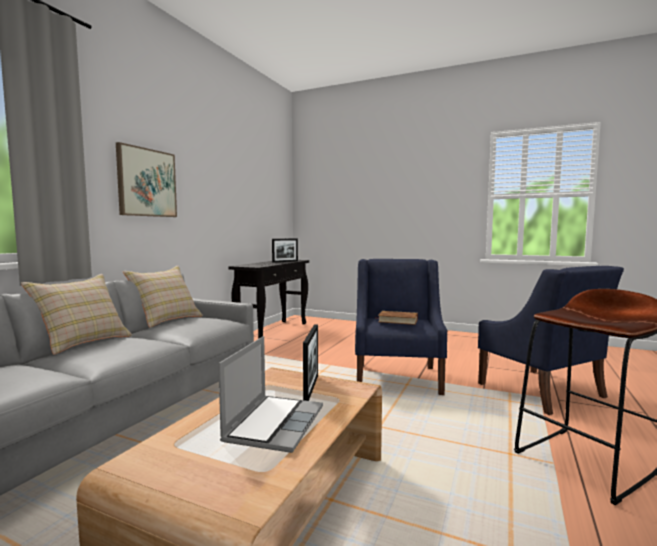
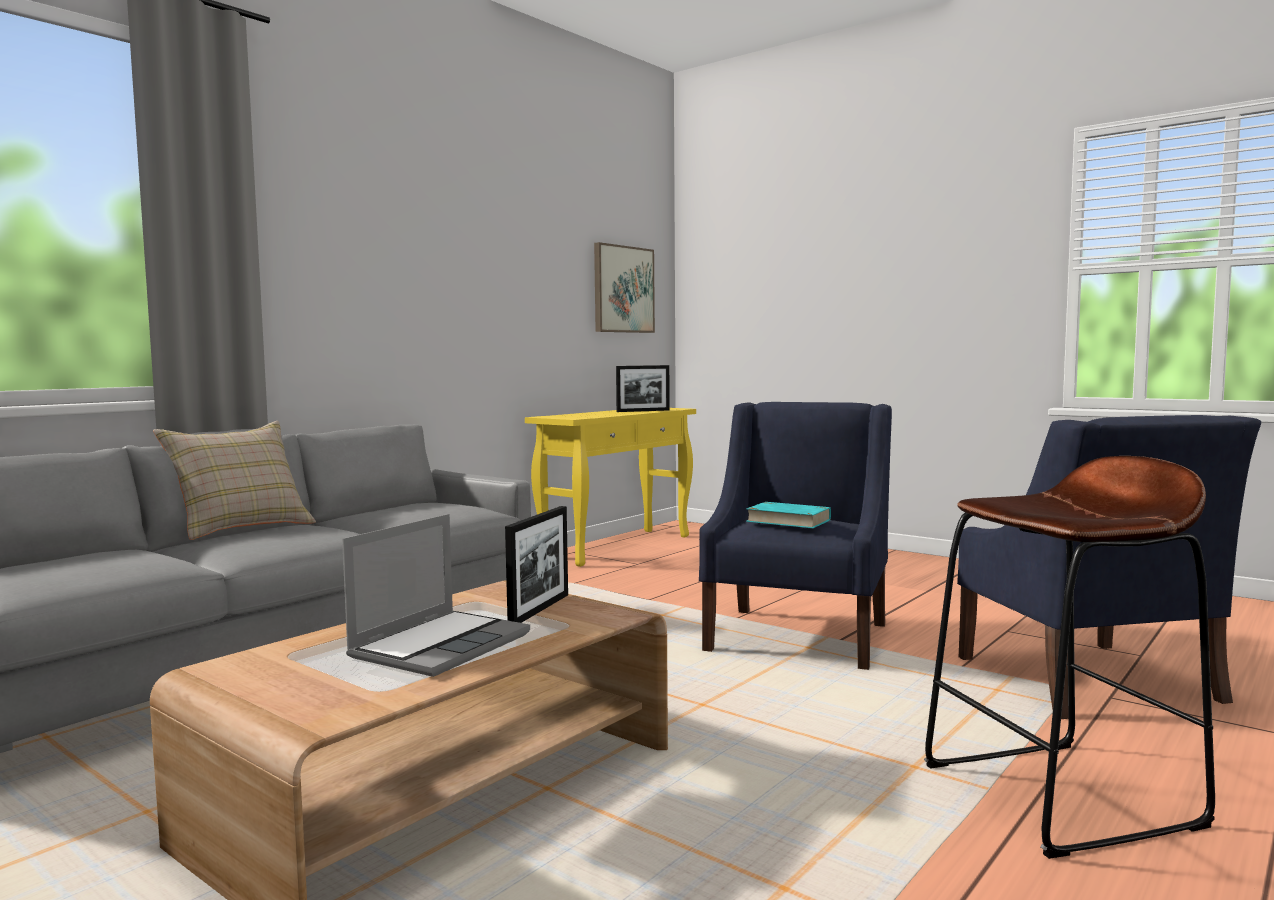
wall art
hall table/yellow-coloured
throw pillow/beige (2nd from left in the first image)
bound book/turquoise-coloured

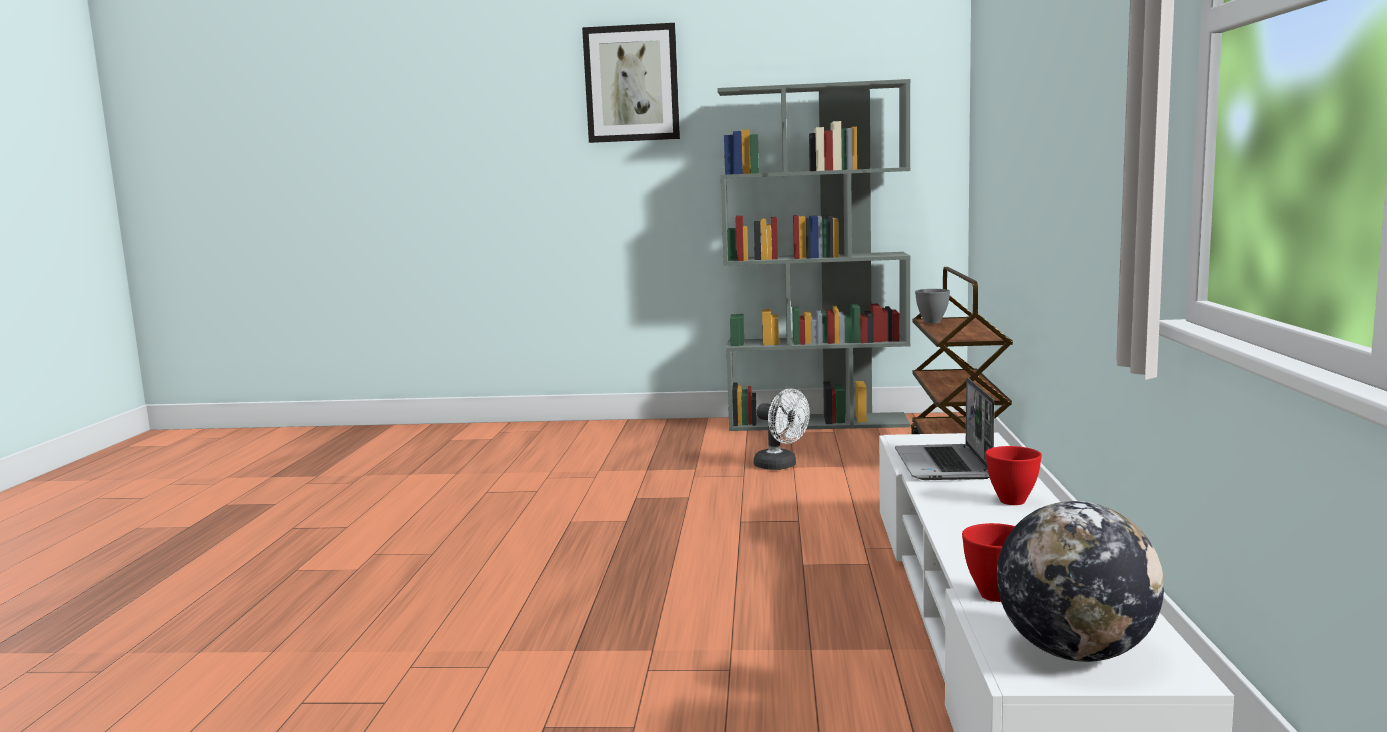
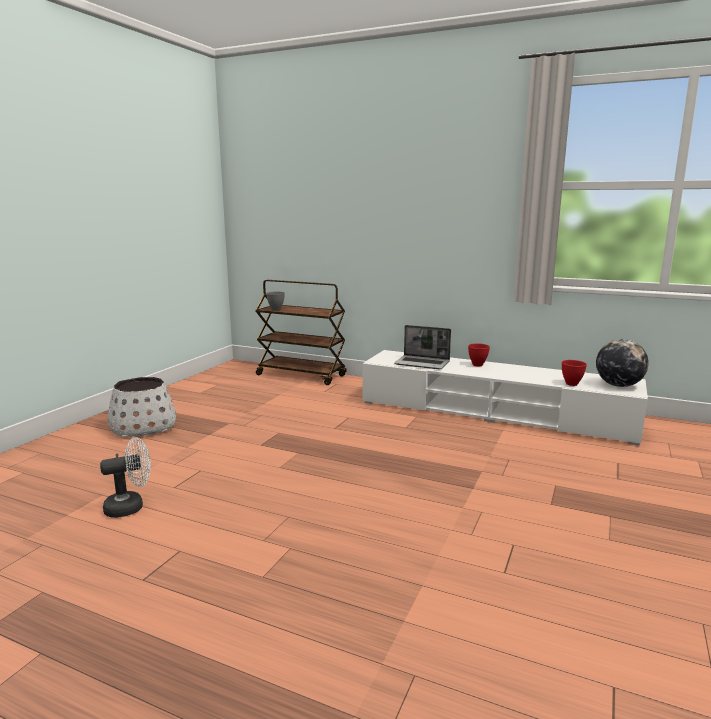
wall art
bookcase/greyish
fan/white
planter/white

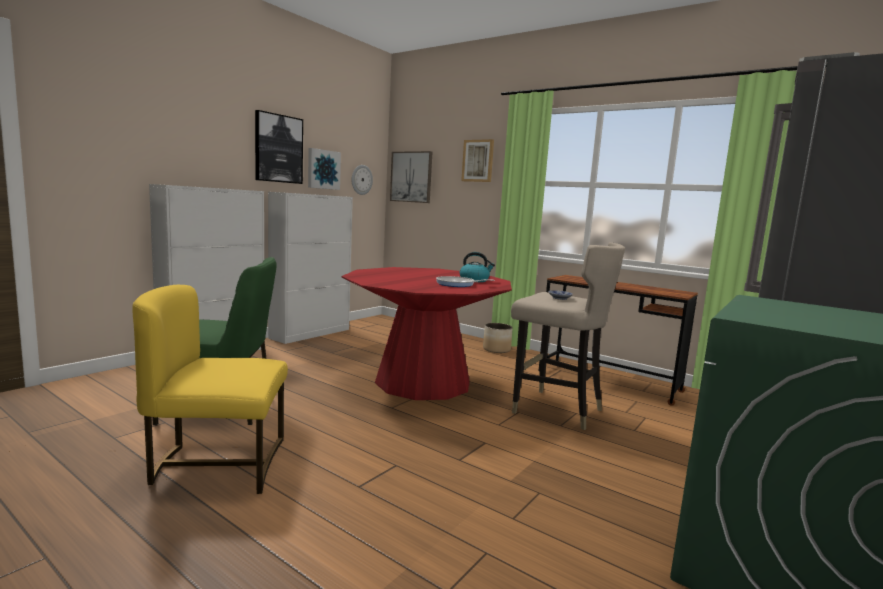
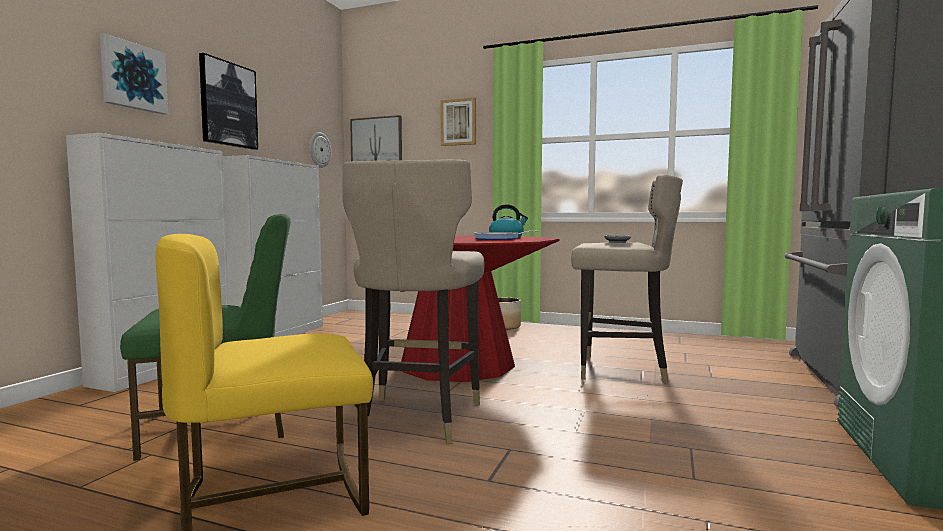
wall art (1st from left)
desk unit/brown
stool seat/beige (1st from left)

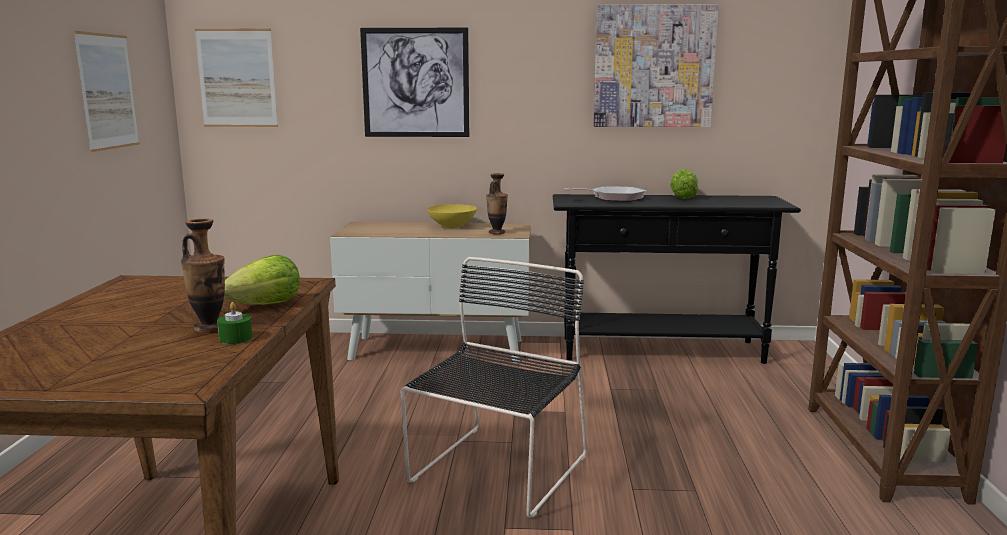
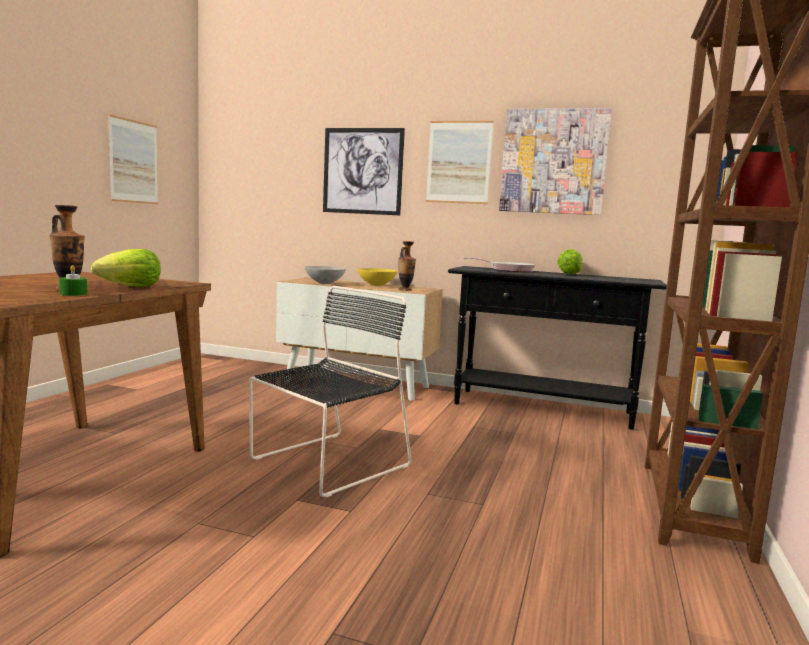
wall art (3rd from left)
bowl/greyish

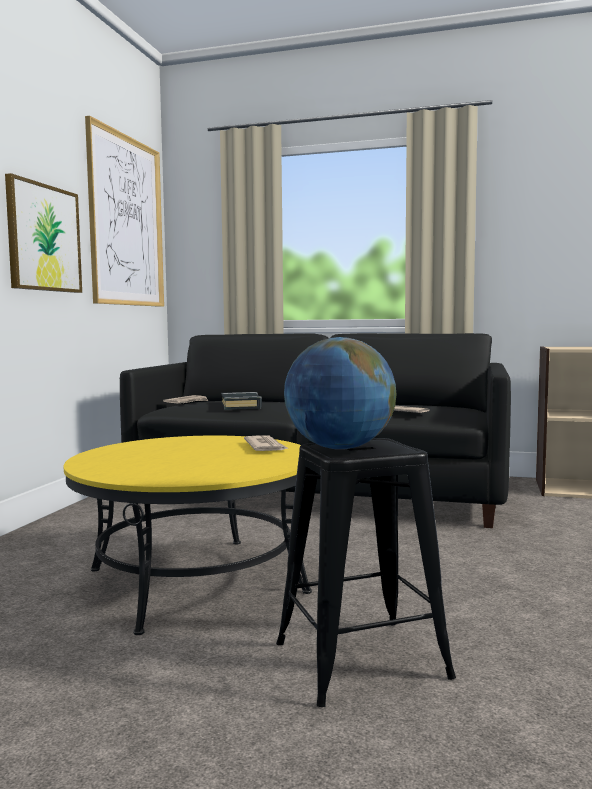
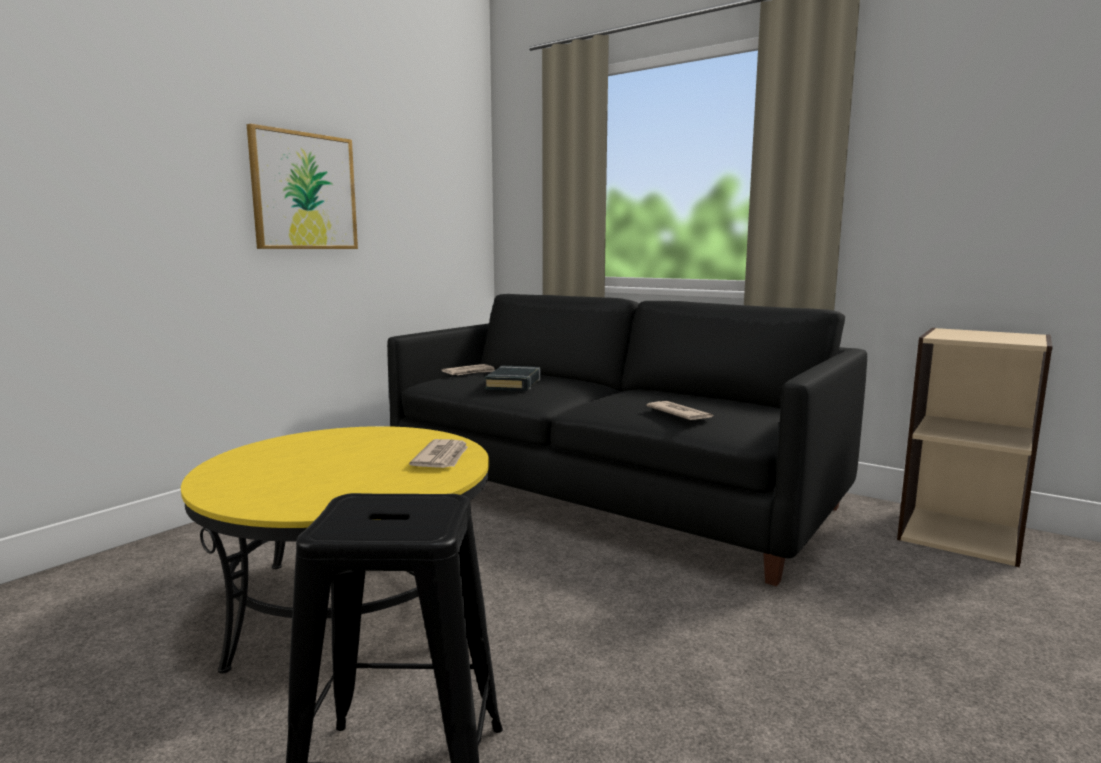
wall art (2nd from left in the first image)
world globe

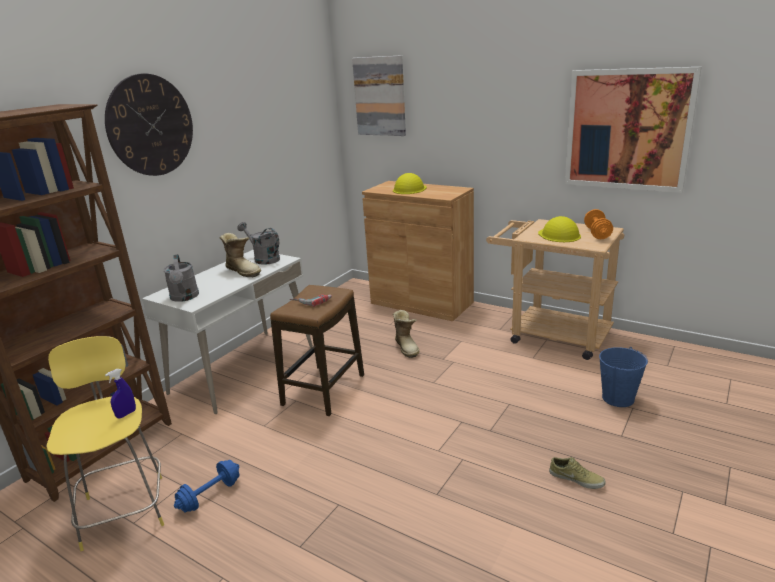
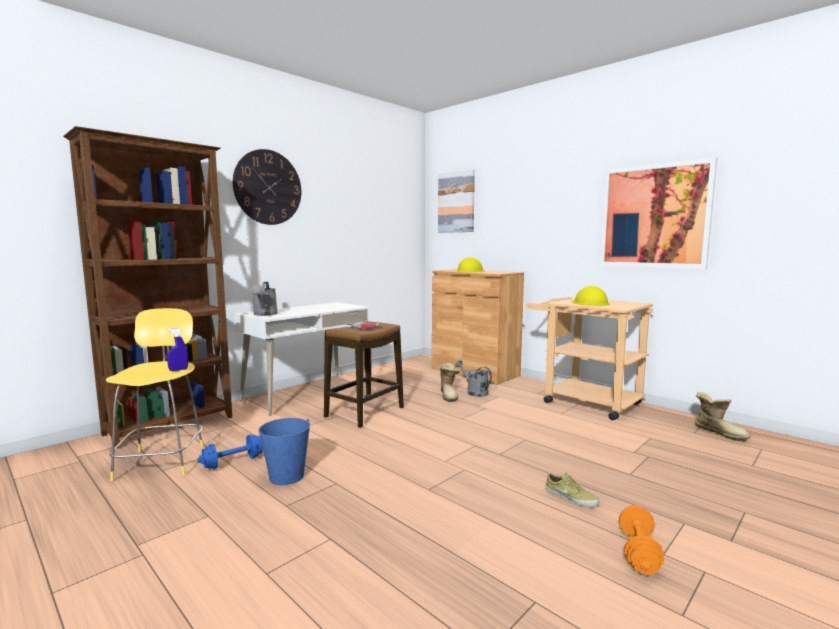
dumbbell/orange
watering can/greyish (2nd from left)
tall boot (2nd from left)
water bucket/blue-coloured

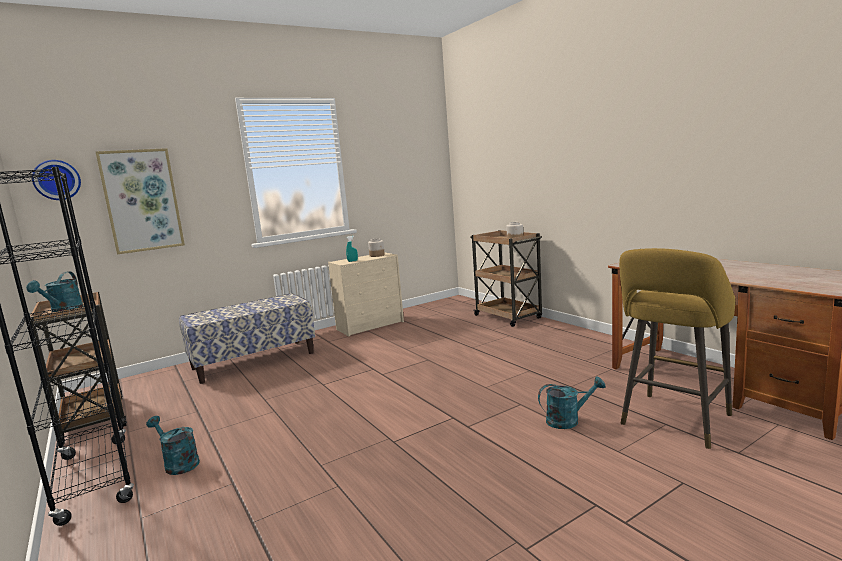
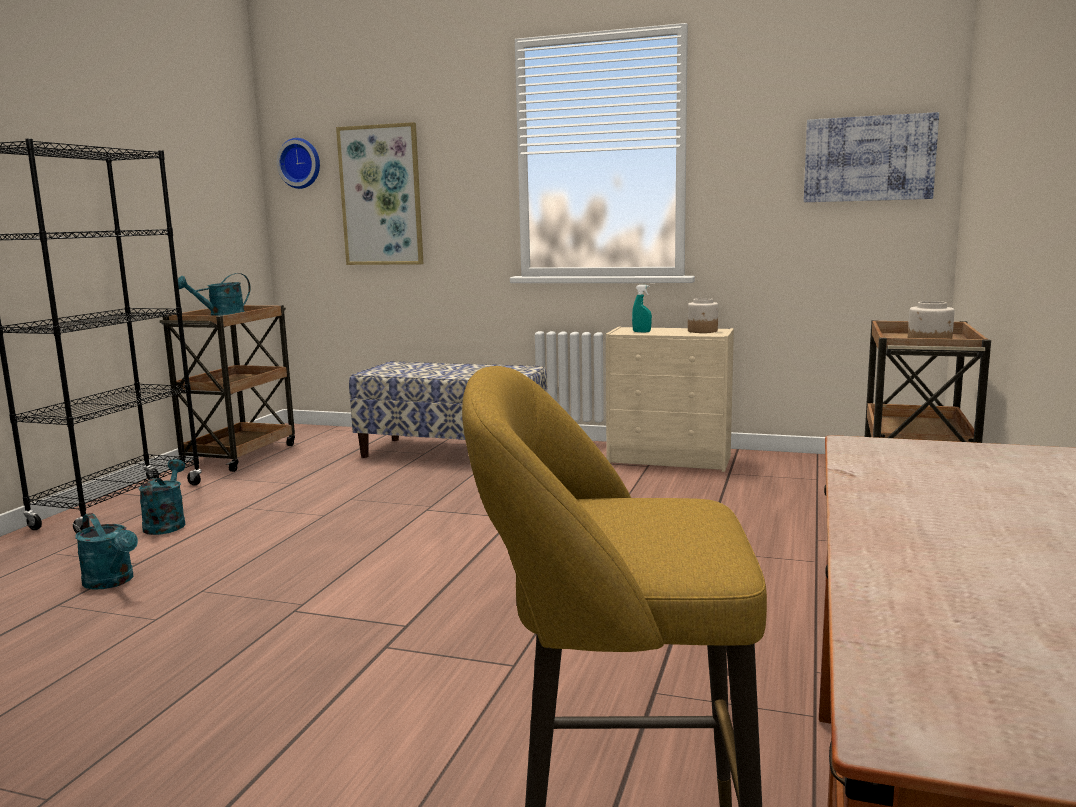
watering can/turquoise-coloured (1st from left)
wall art (2nd from left)

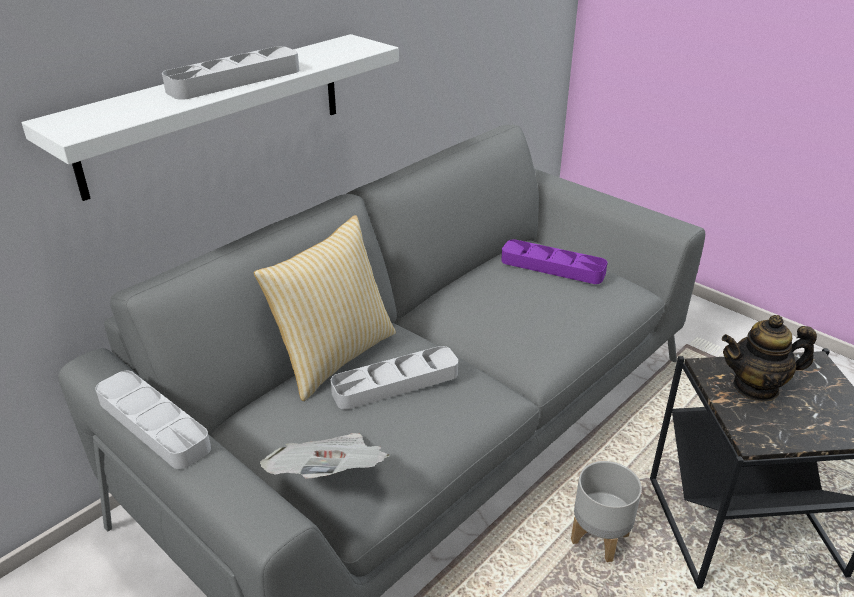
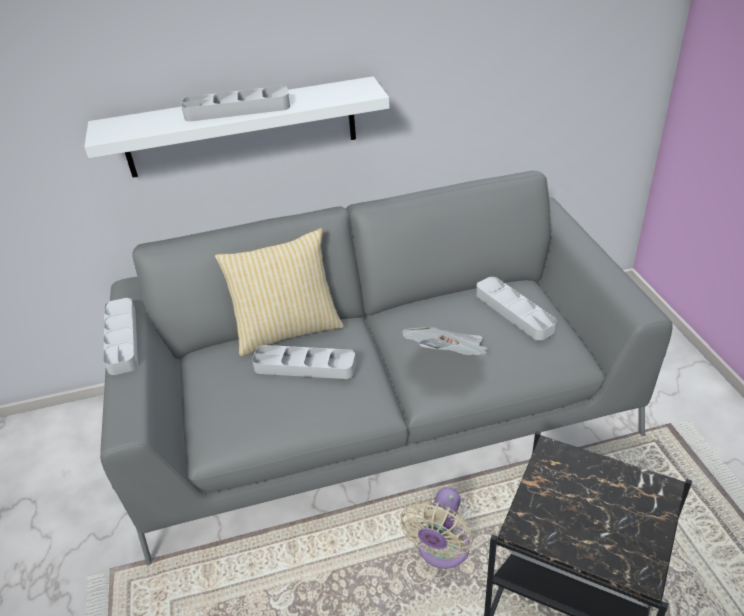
serving tray/greyish (4th from left)
pot for tea
newspaper
fan/beige

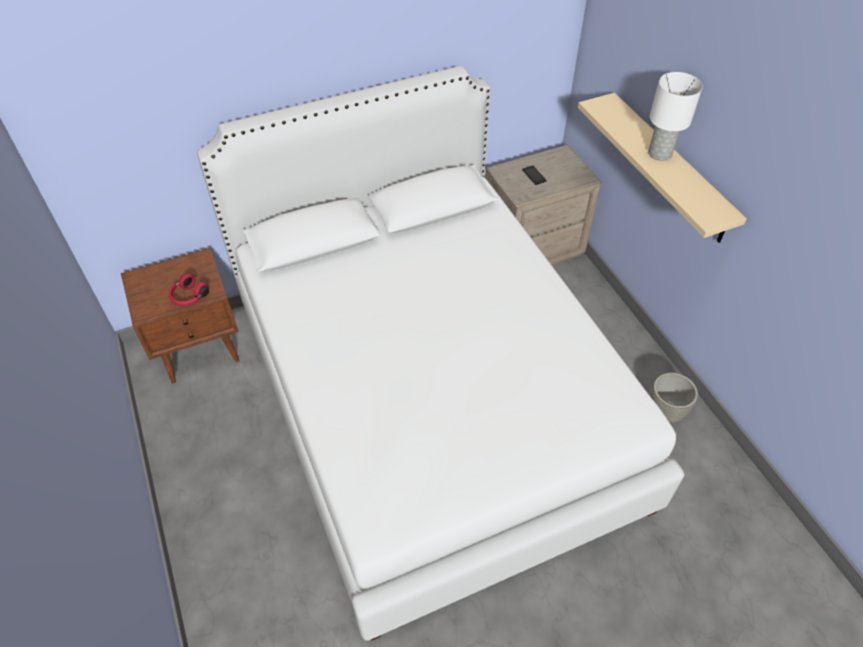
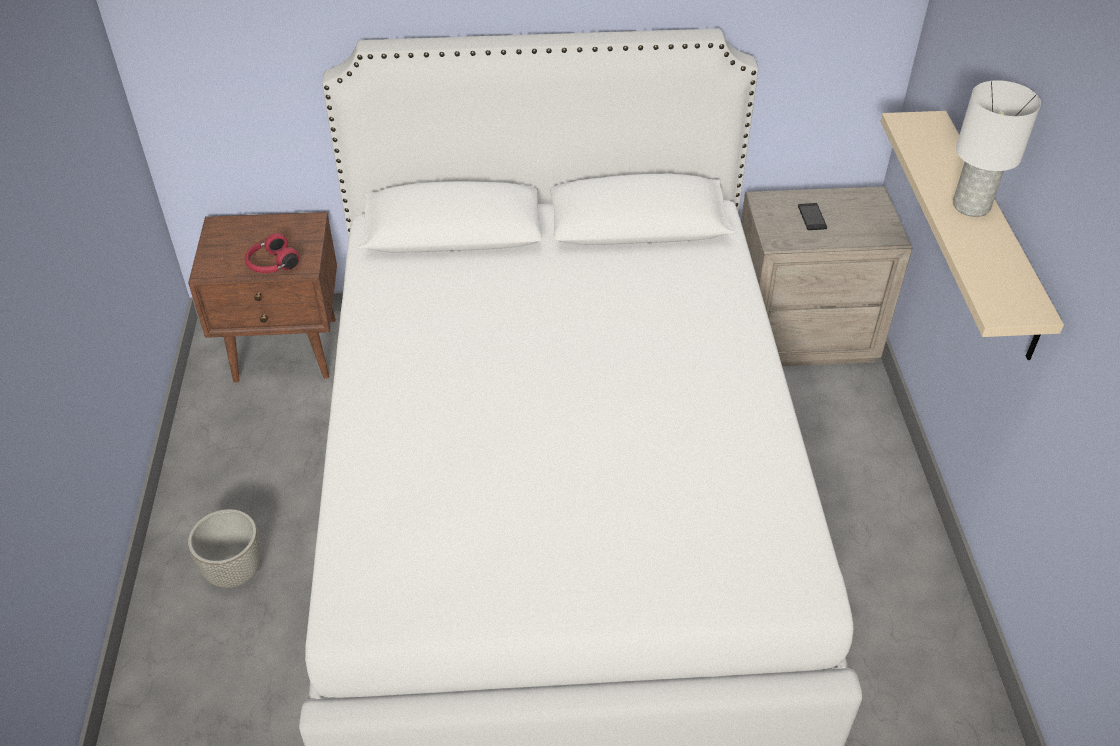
planter/greyish

